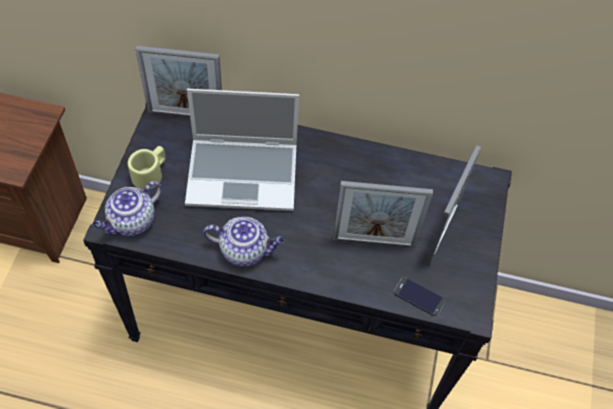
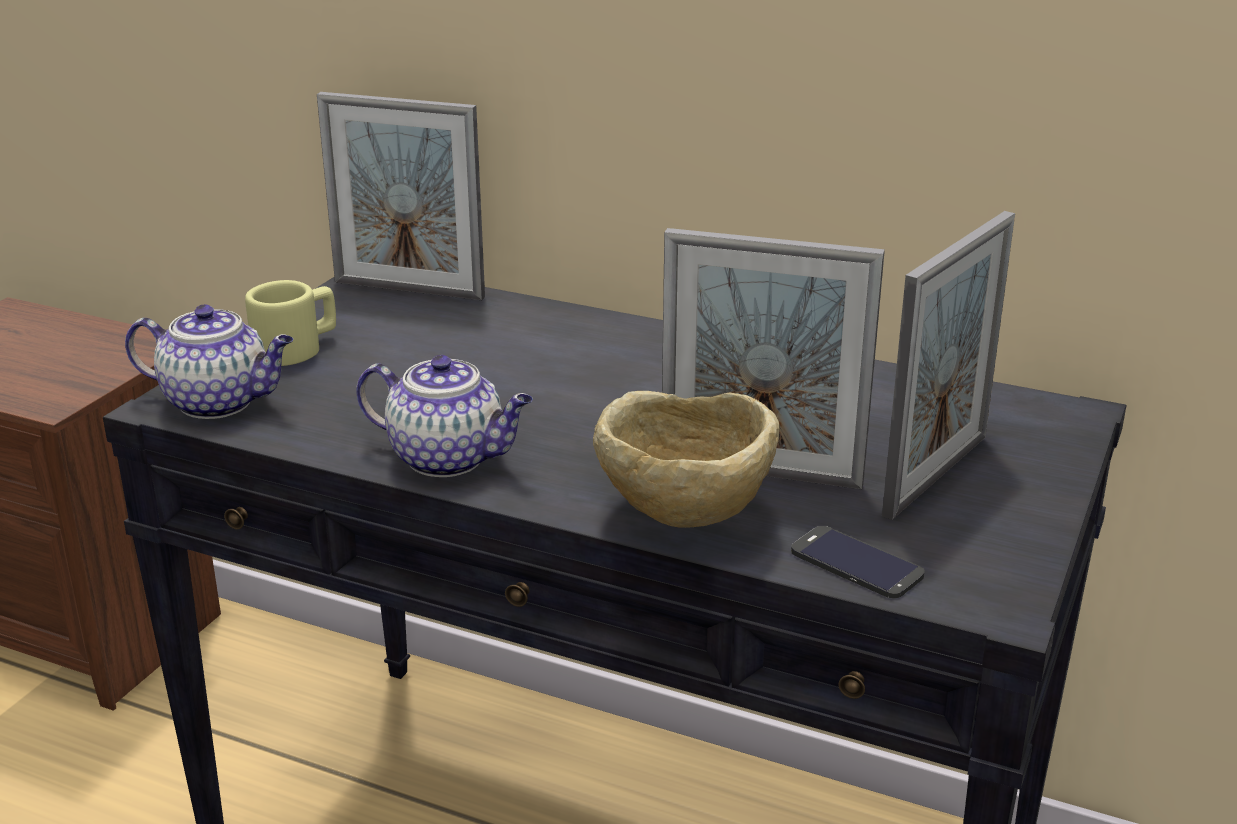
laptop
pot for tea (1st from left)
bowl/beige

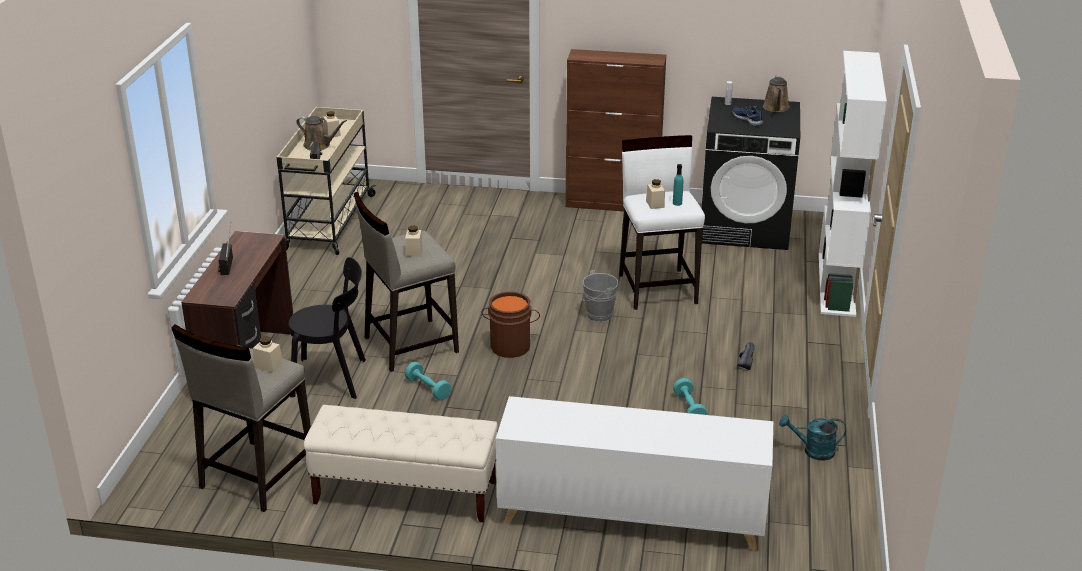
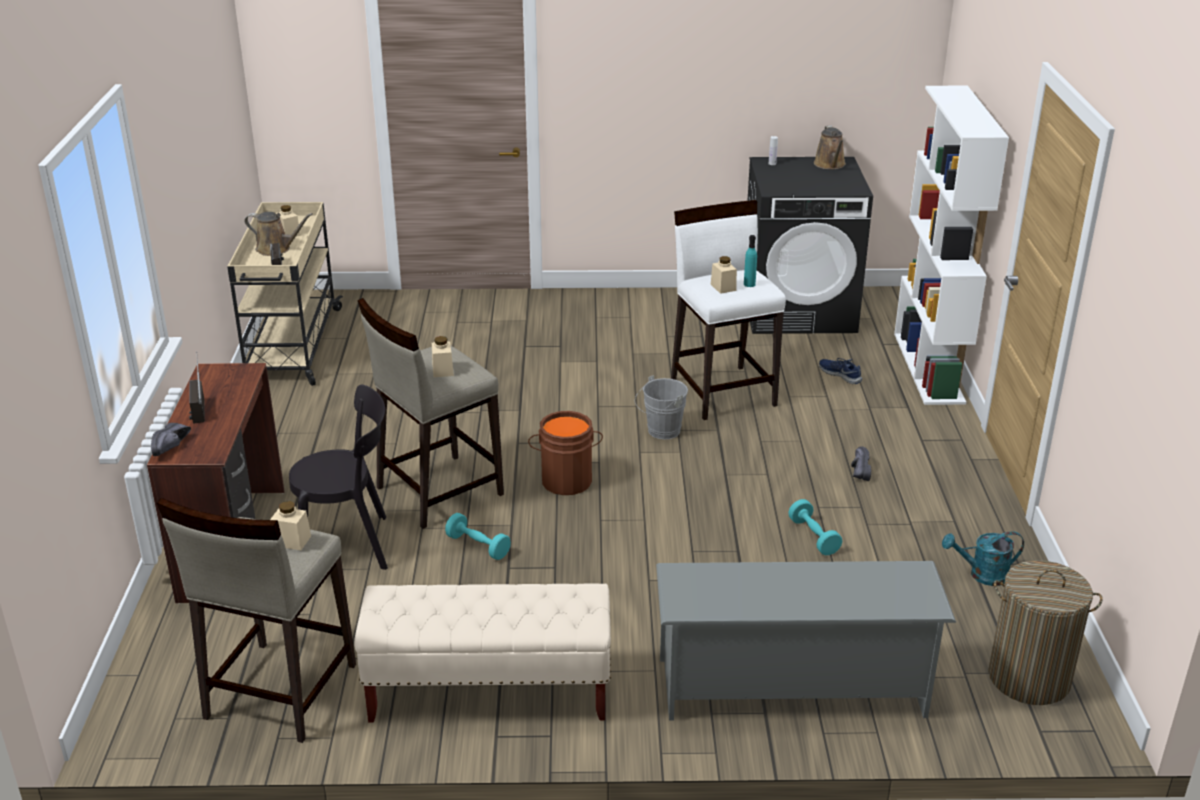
cabinet/brown
low shoe/blue-coloured
shoe shelf/greyish
low shoe/black-coloured (1st from left)
hamper

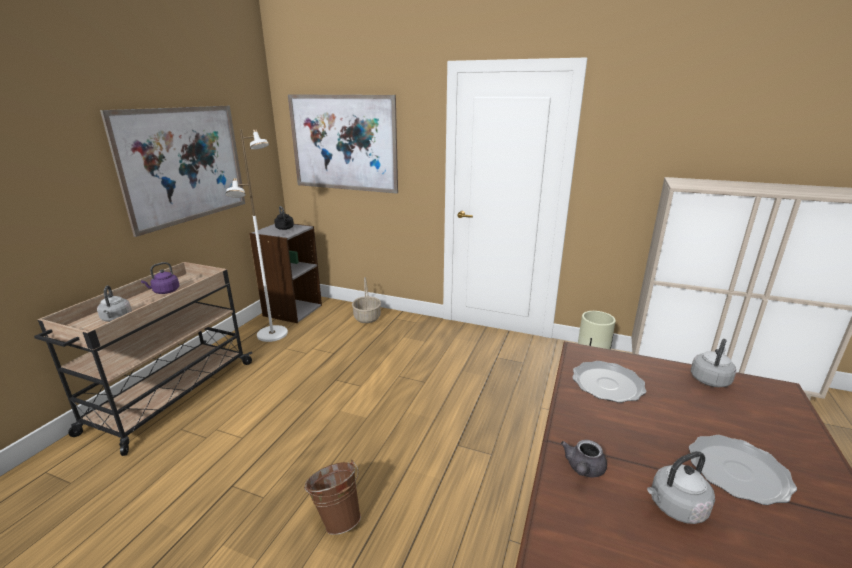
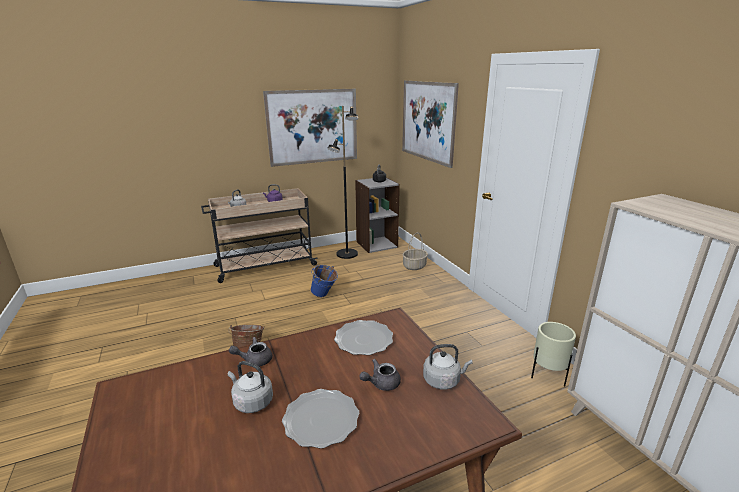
standing lamp/black-coloured
water bucket/blue-coloured
pot for tea/greyish (2nd from left)

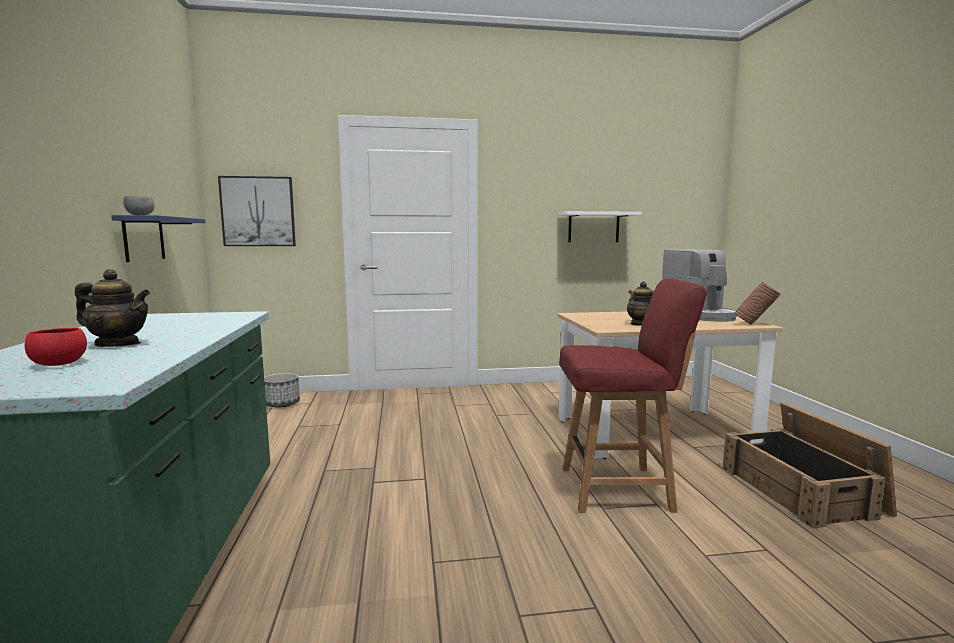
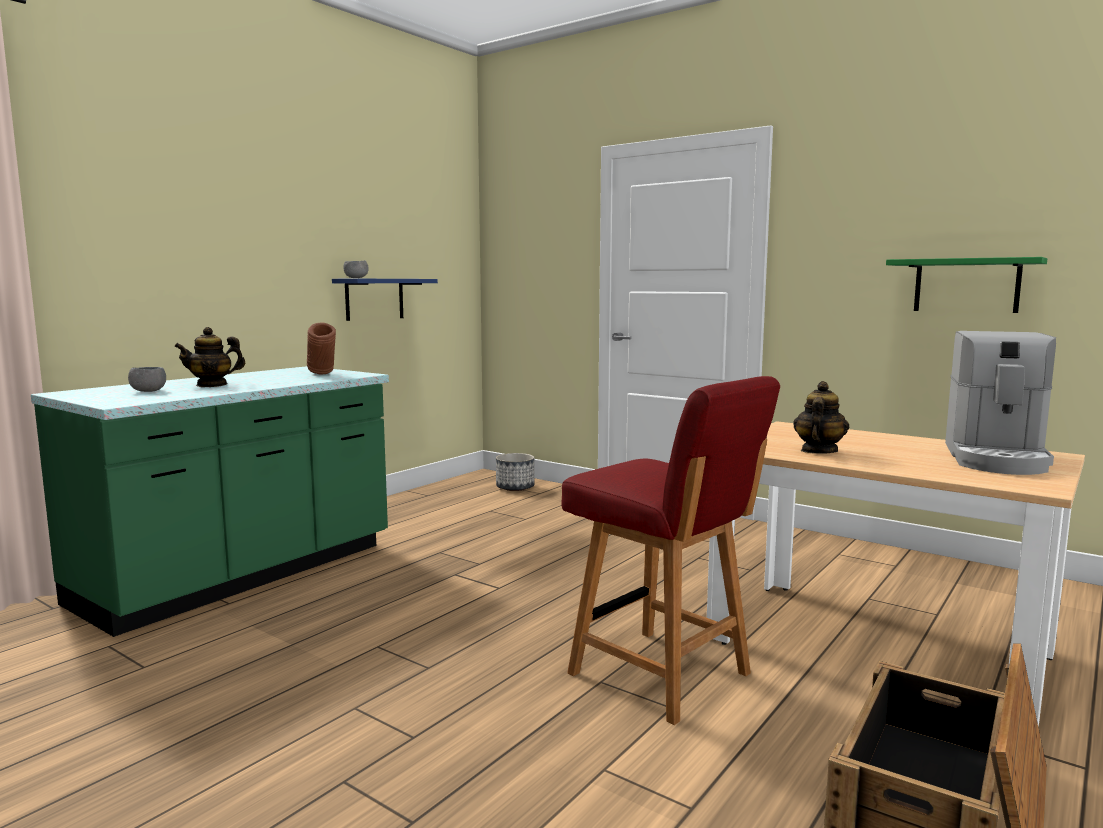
wall art
shelf/green-coloured
pot for tea (1st from left)
decorative vase/brown
bowl/greyish (1st from left)

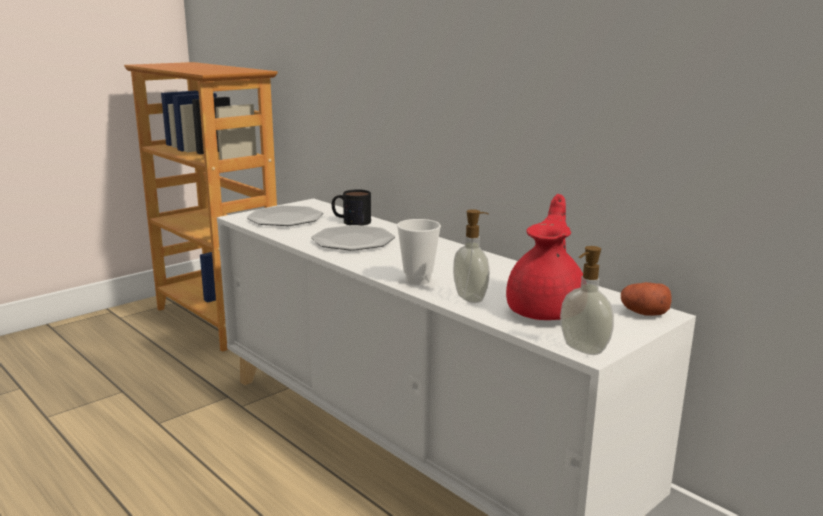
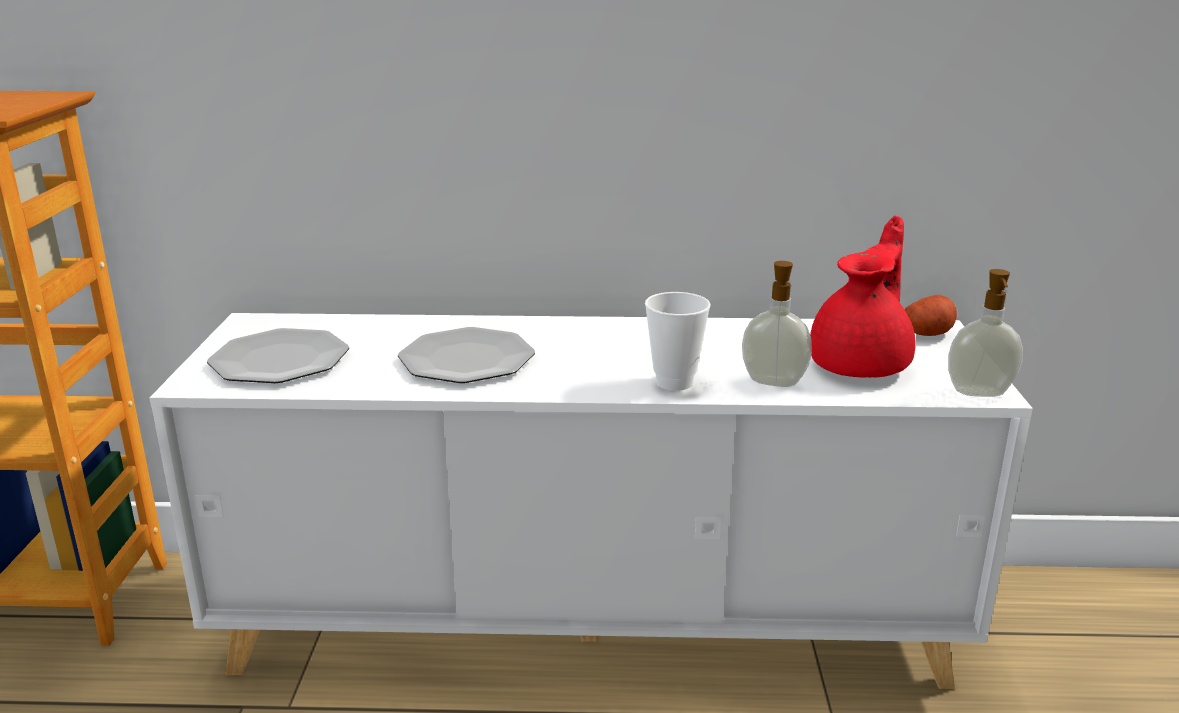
tea mug
pot for tea/red-coloured

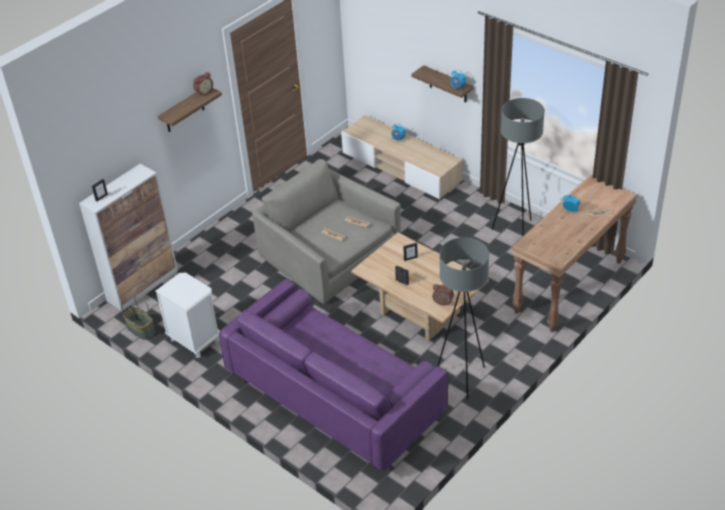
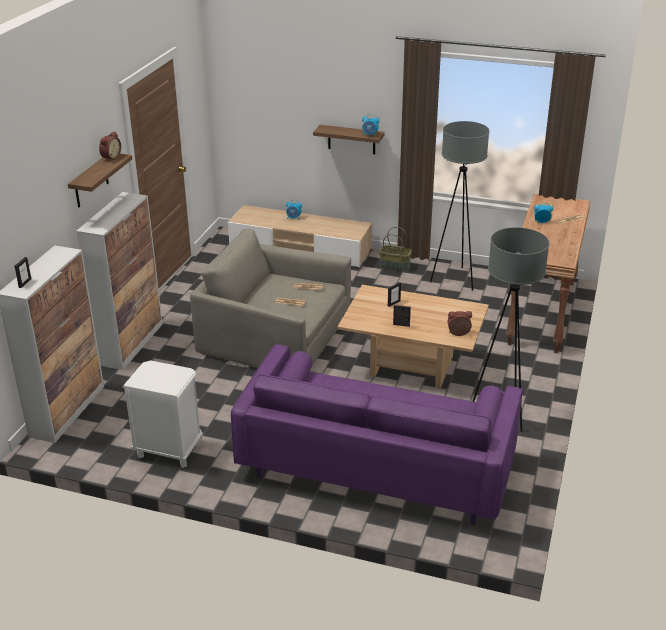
basket
cabinet (2nd from left)

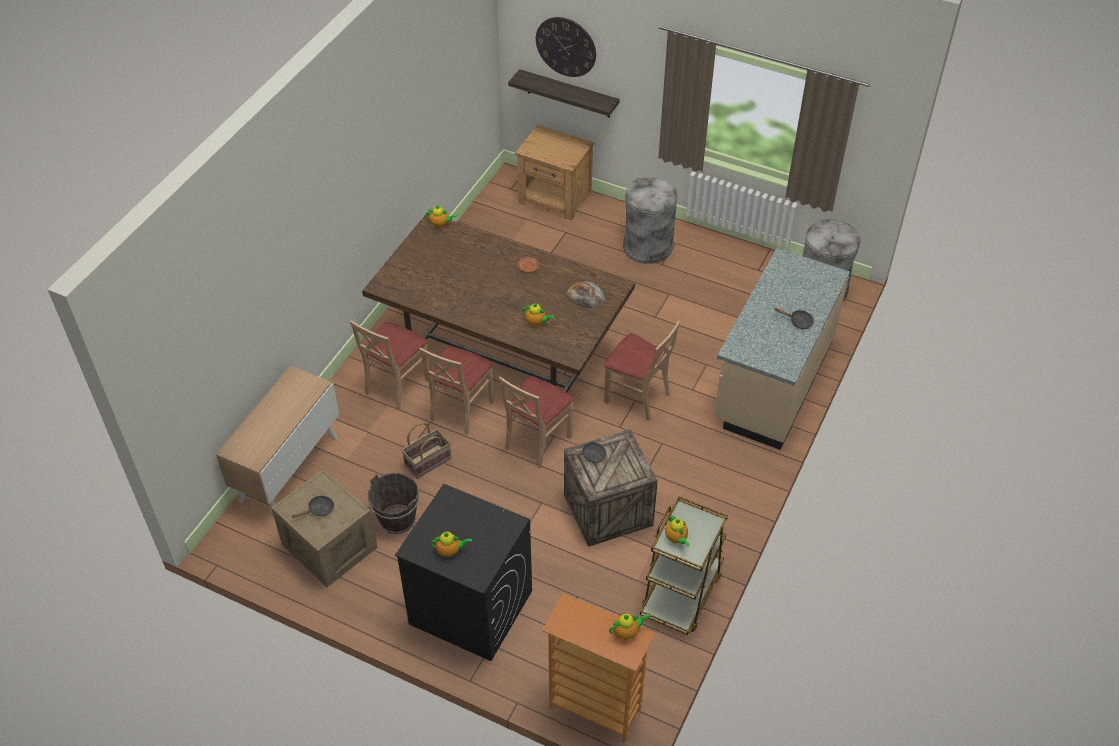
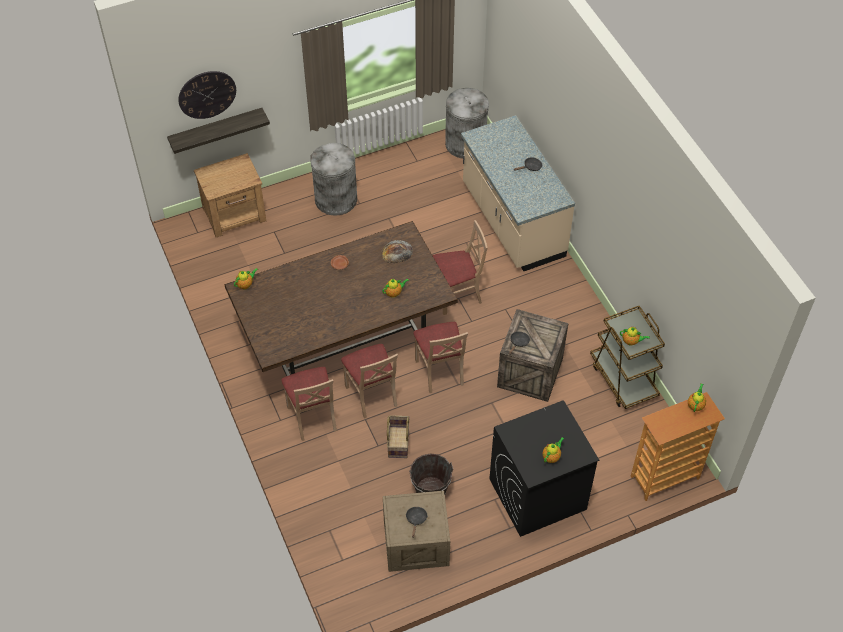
cabinet

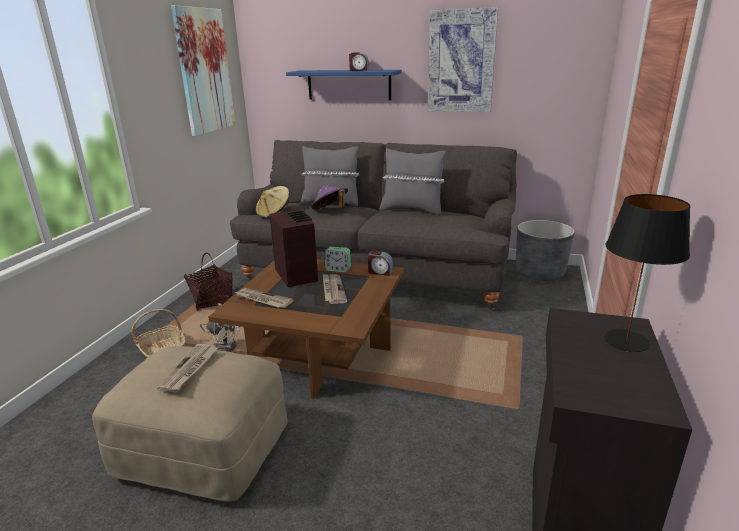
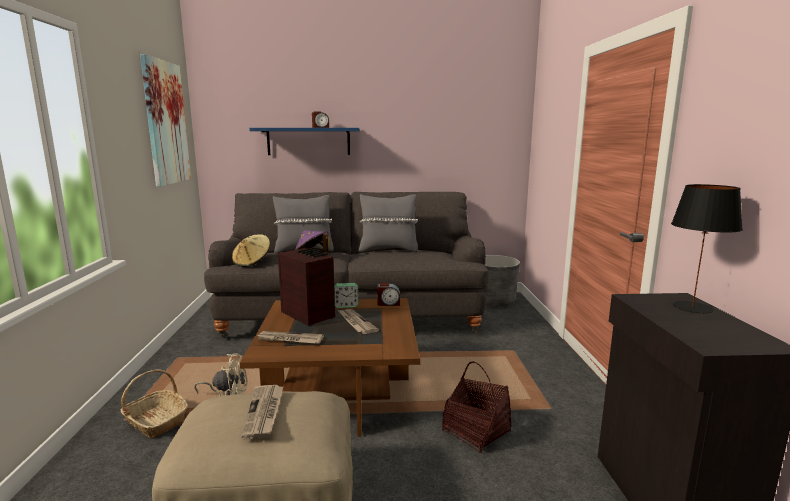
wall art (2nd from left in the first image)
basket (2nd from left)

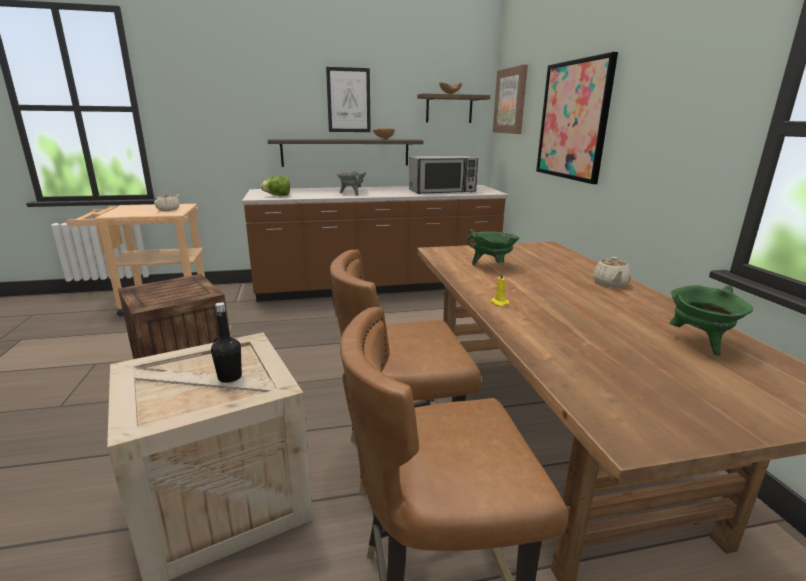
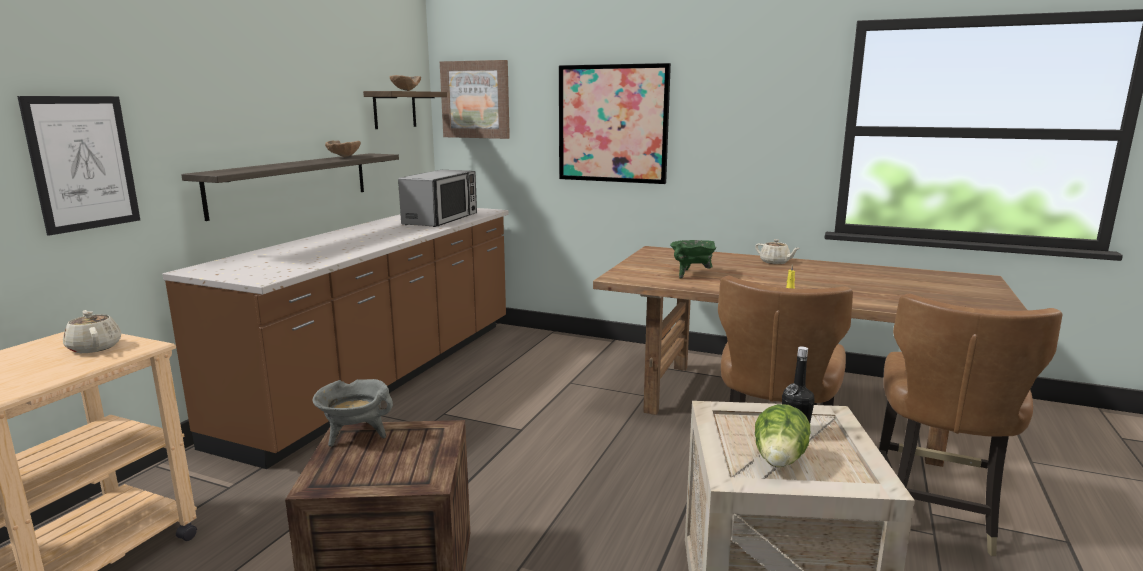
wall art (1st from left)
cooking pot/greyish
lettuce
cooking pot/green-coloured (2nd from left in the first image)

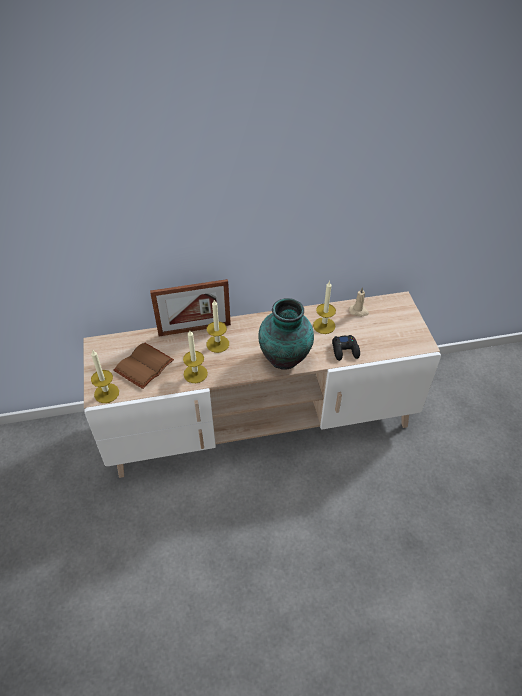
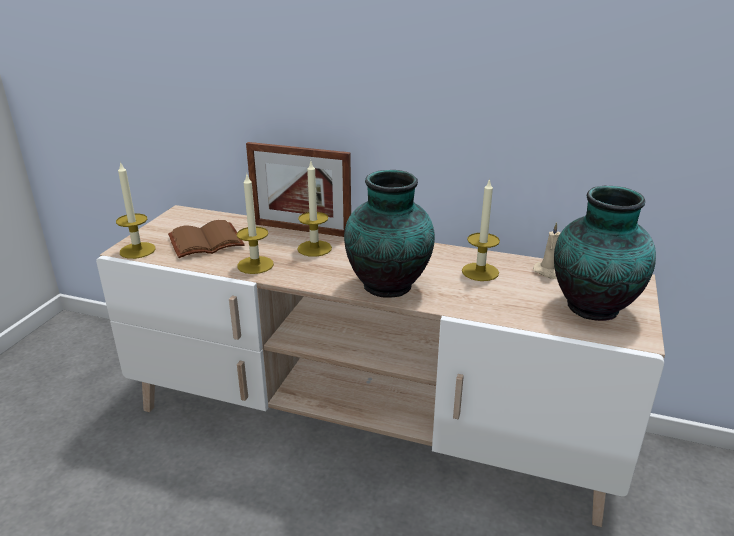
gamepad/black-coloured
decorative vase (2nd from left)

